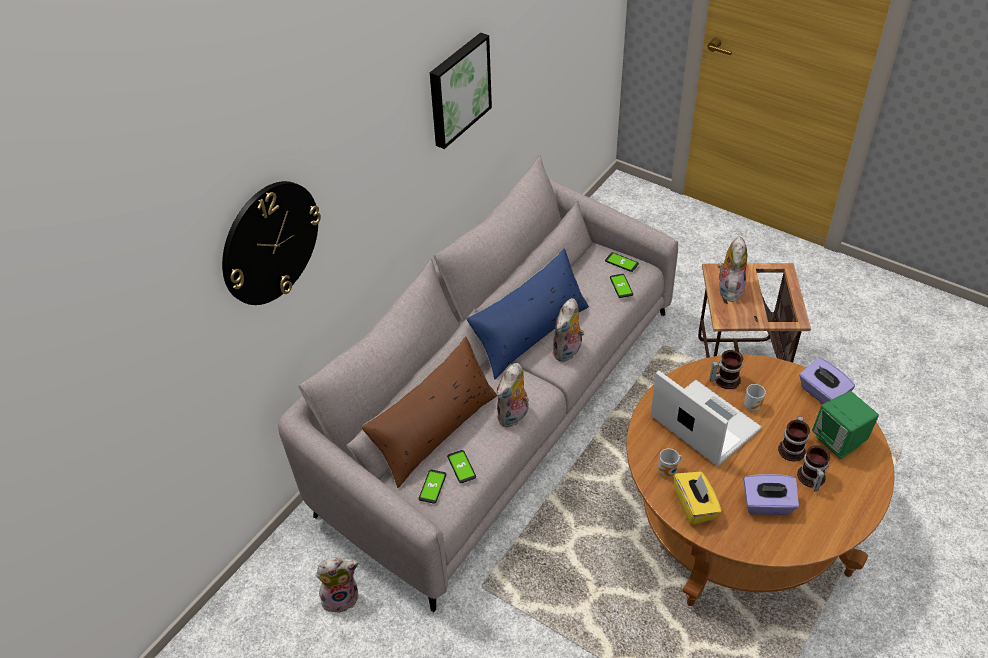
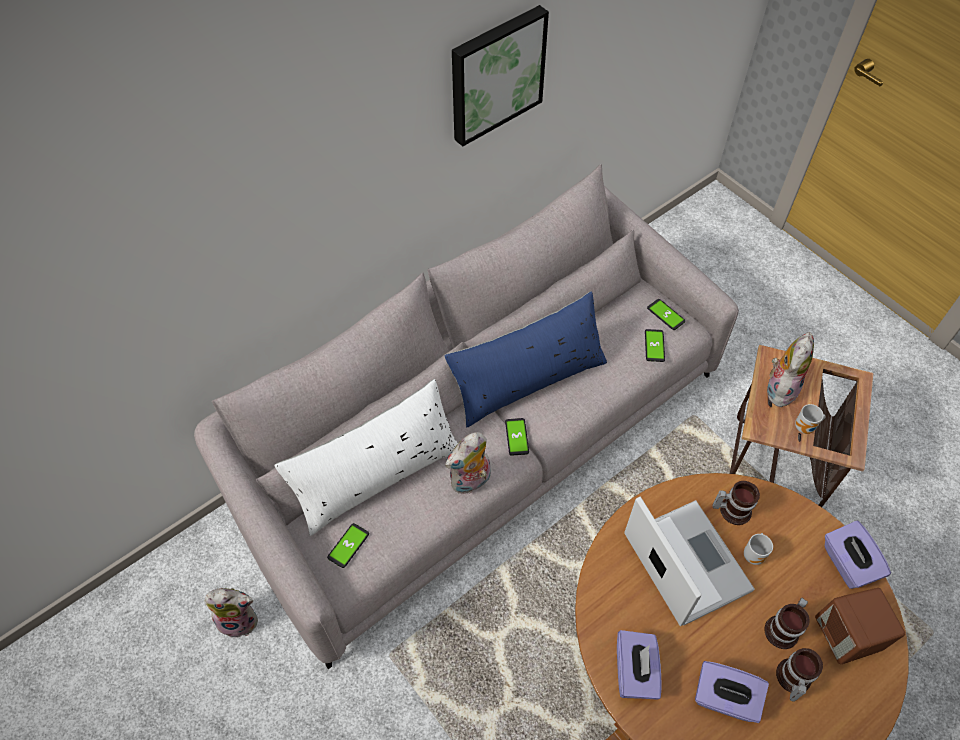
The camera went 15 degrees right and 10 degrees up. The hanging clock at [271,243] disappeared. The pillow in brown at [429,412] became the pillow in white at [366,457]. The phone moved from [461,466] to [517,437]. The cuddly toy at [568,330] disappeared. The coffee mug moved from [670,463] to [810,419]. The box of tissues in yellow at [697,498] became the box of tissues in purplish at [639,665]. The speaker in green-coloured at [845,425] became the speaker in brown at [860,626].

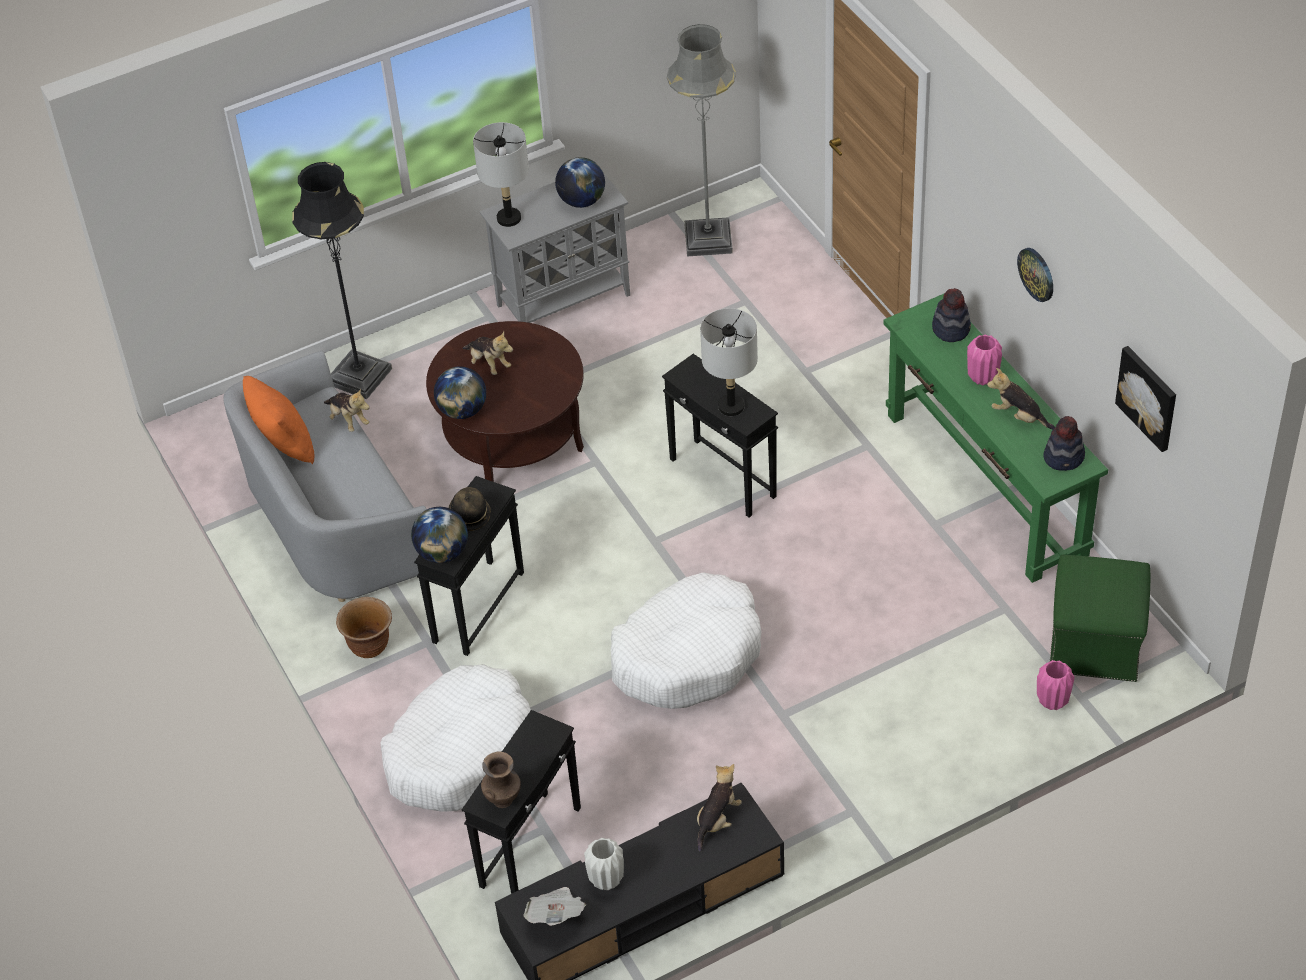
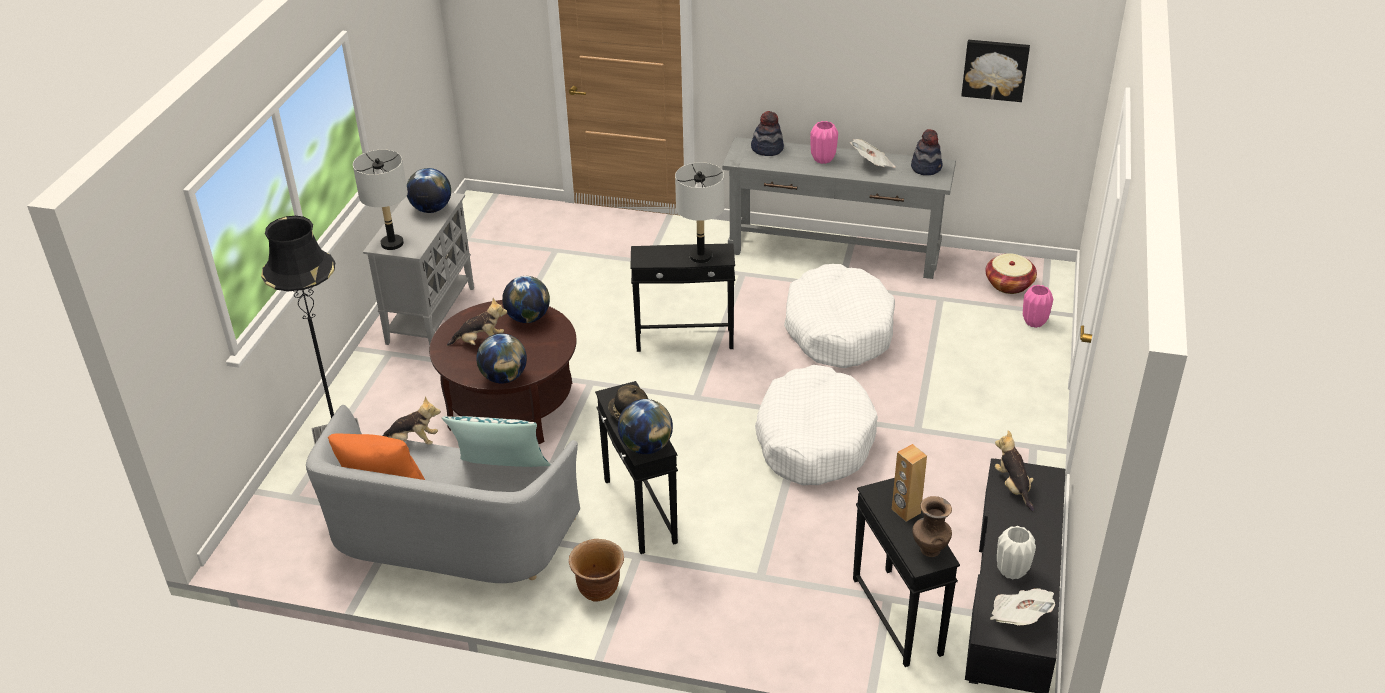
The camera went 50 degrees left and 10 degrees down. The pet bed in white moved from [456,738] to [839,316]. The standing lamp in gray at [701,140] disappeared. The console table in green-coloured at [995,438] became the console table in gray at [839,208]. The cuddly toy at [1021,398] was replaced by the printed paper at [873,153]. The hanging clock at [1035,275] disappeared. The footrest in green-coloured at [1100,618] was replaced by the household basket at [1011,273]. The pillow at [496,441] appeared. The world globe at [526,299] appeared. The speaker in brown at [909,483] appeared.

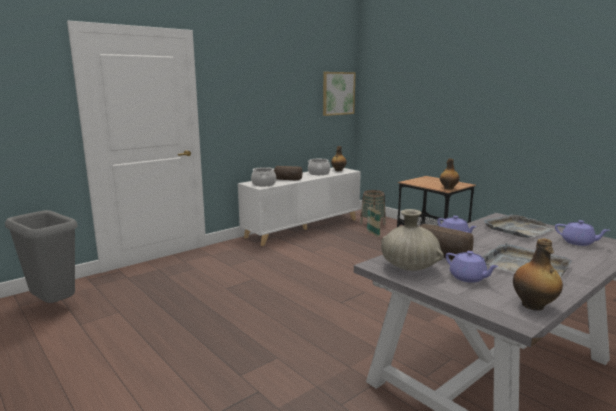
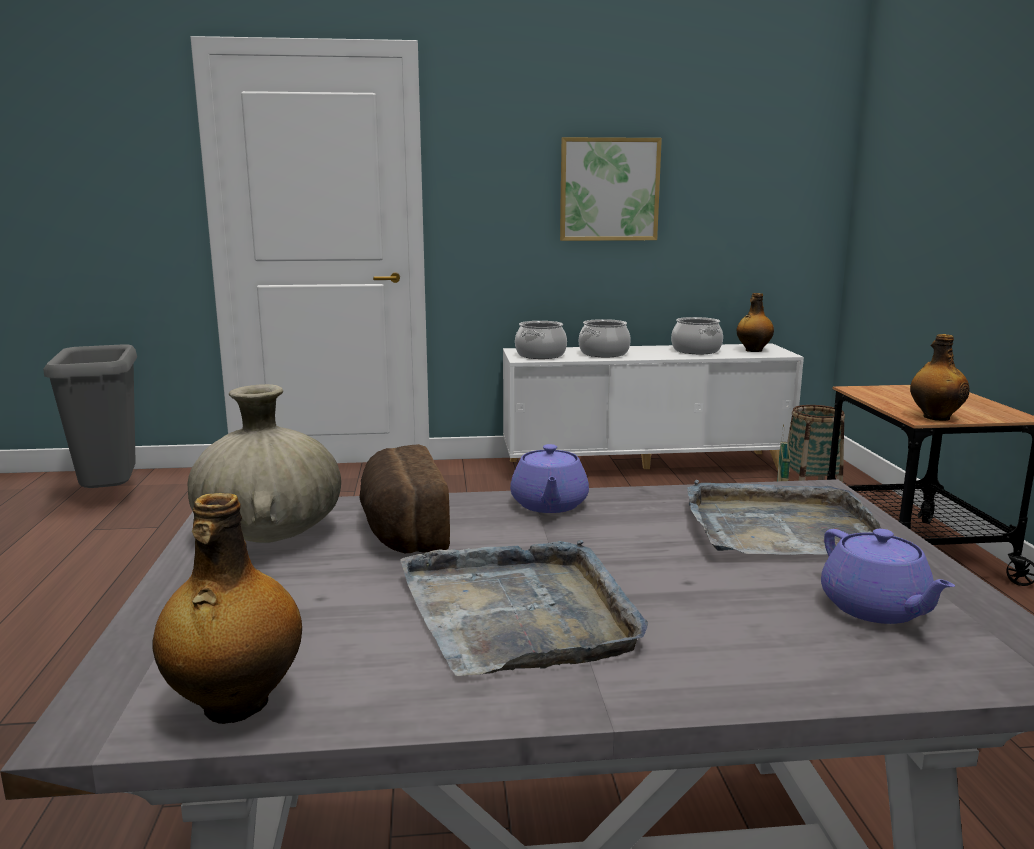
The camera went 35 degrees right and 0 degrees up. The bread at [288,173] was replaced by the cooking pot at [605,338]. The wall picture moved from [339,94] to [611,189]. The teapot in purplish at [472,267] disappeared.

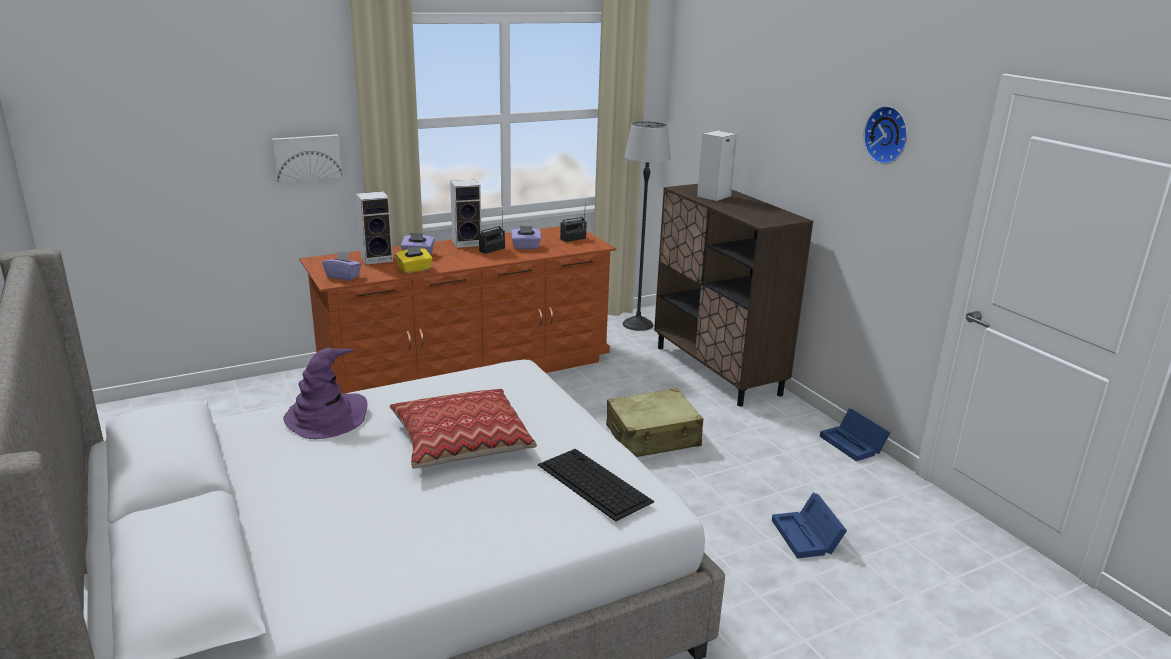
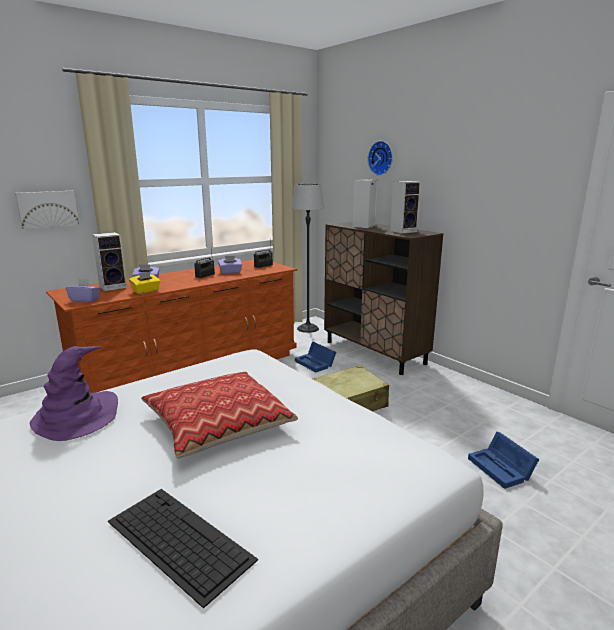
The camera went 10 degrees left and 5 degrees down. The speaker moved from [465,214] to [405,207]. The keyboard moved from [596,485] to [183,549]. The storage box in blue moved from [855,434] to [315,357]. The hanging clock moved from [885,135] to [380,158].

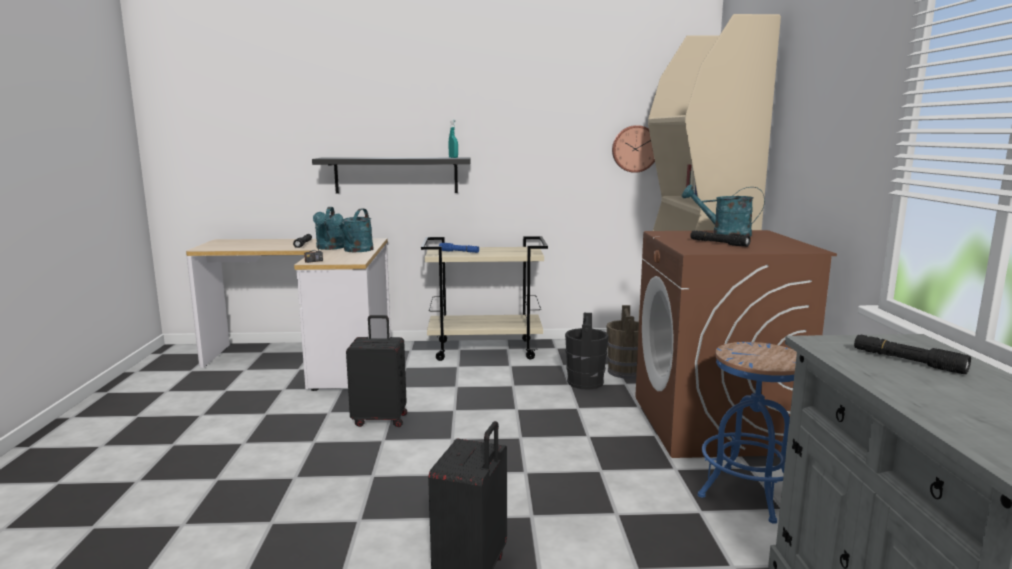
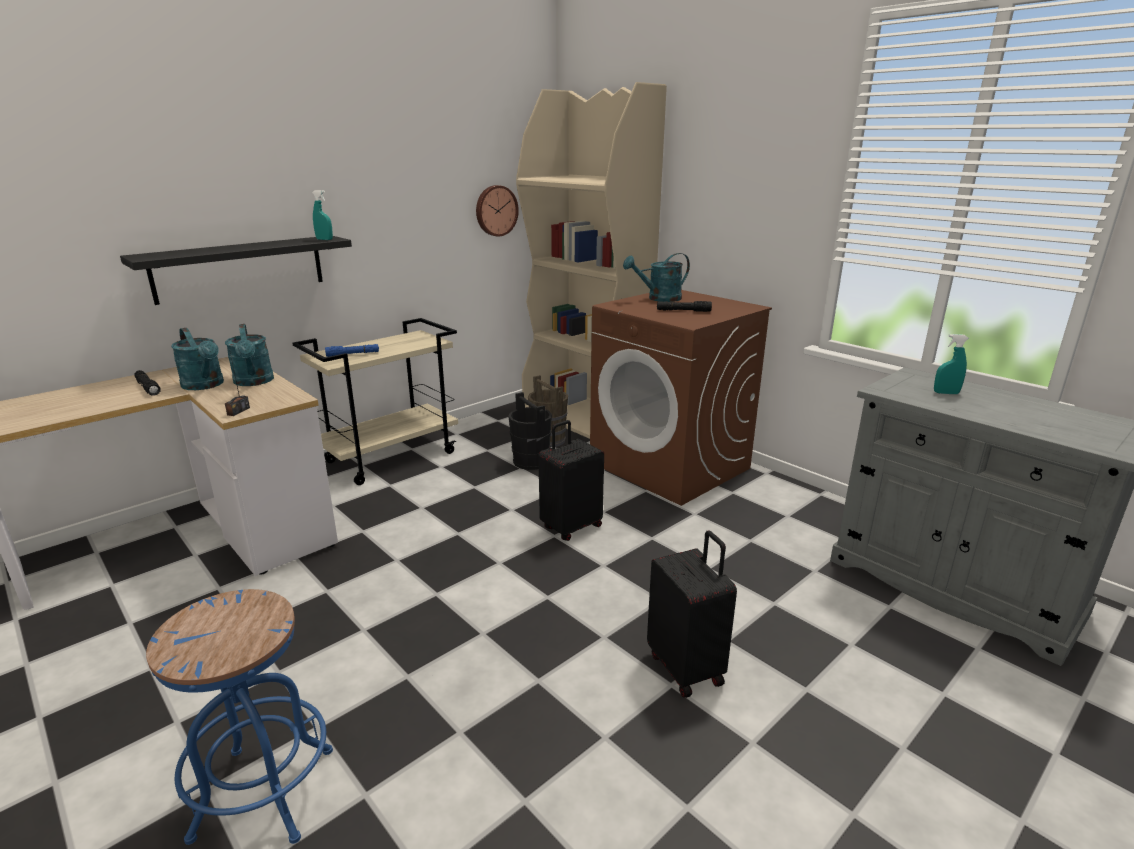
The camera went 40 degrees left and 10 degrees up. The suitcase in black moved from [376,371] to [571,480]. The sitting stool in blue moved from [747,433] to [239,717]. The flashlight in black at [912,354] was replaced by the spray bottle in turquoise-coloured at [951,364].

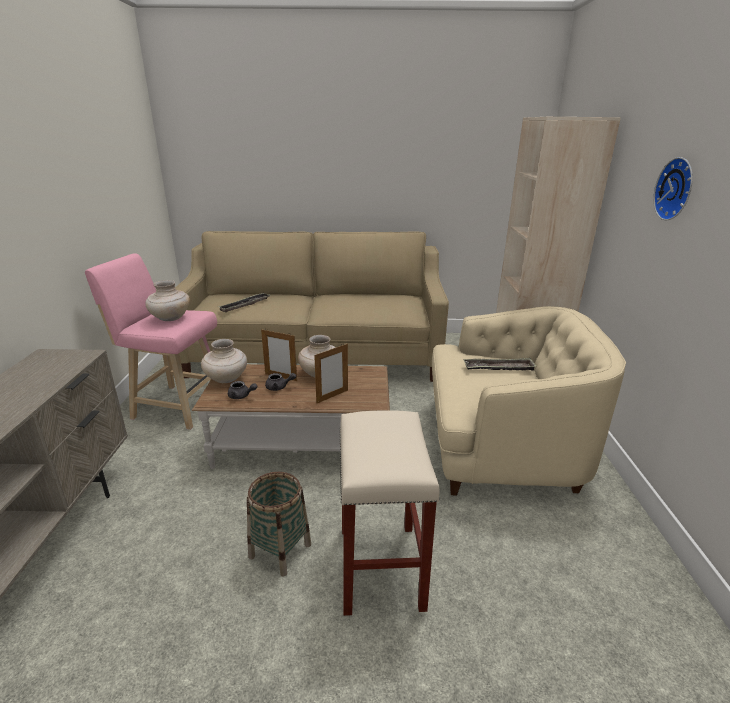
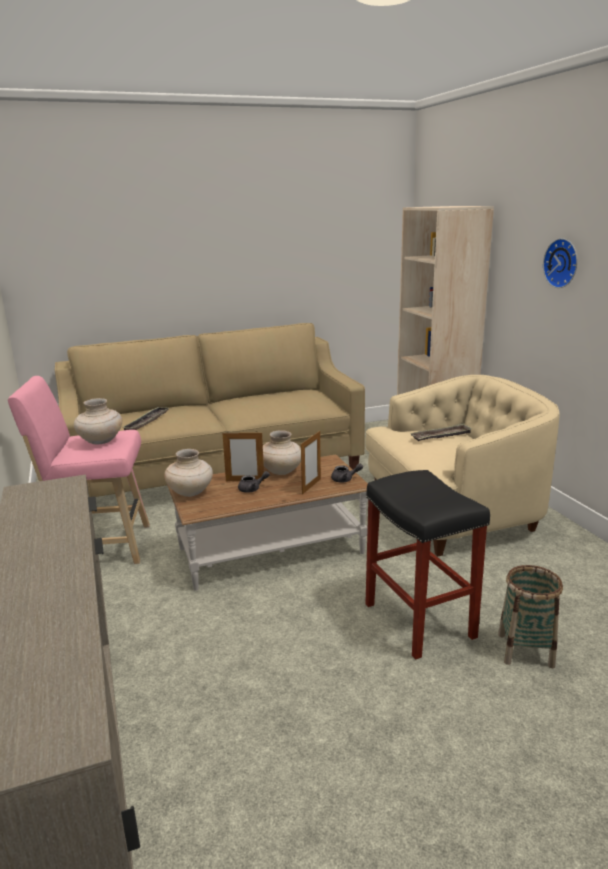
The camera went 20 degrees left and 5 degrees down. The teapot in gray moved from [242,390] to [347,473]. The household basket moved from [279,524] to [530,617]. The sitting stool in sand-coloured at [390,513] became the sitting stool in black at [427,565].

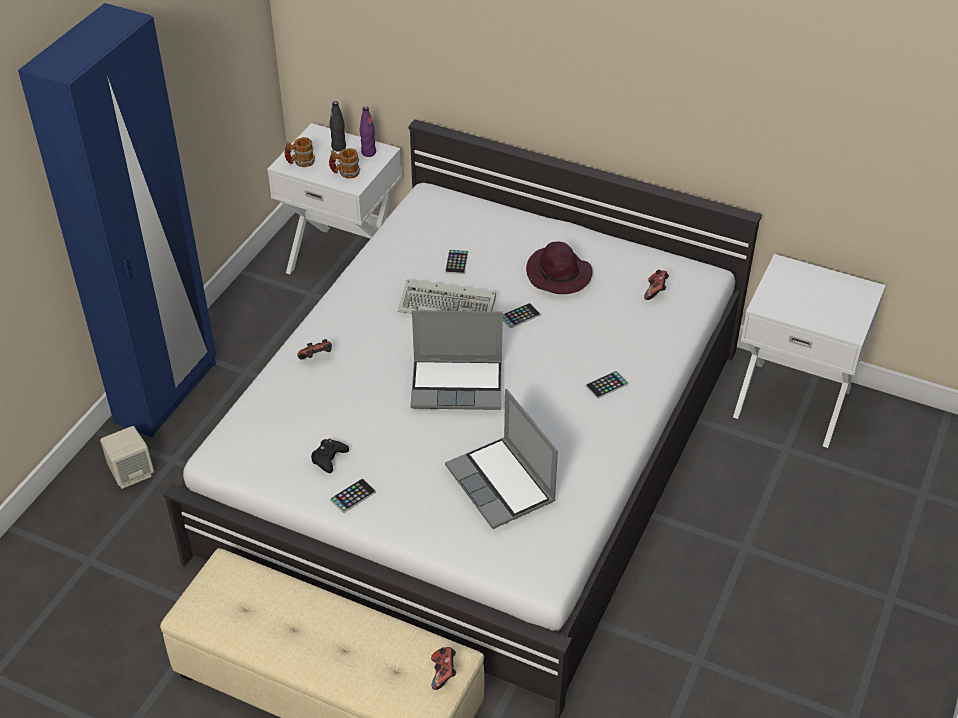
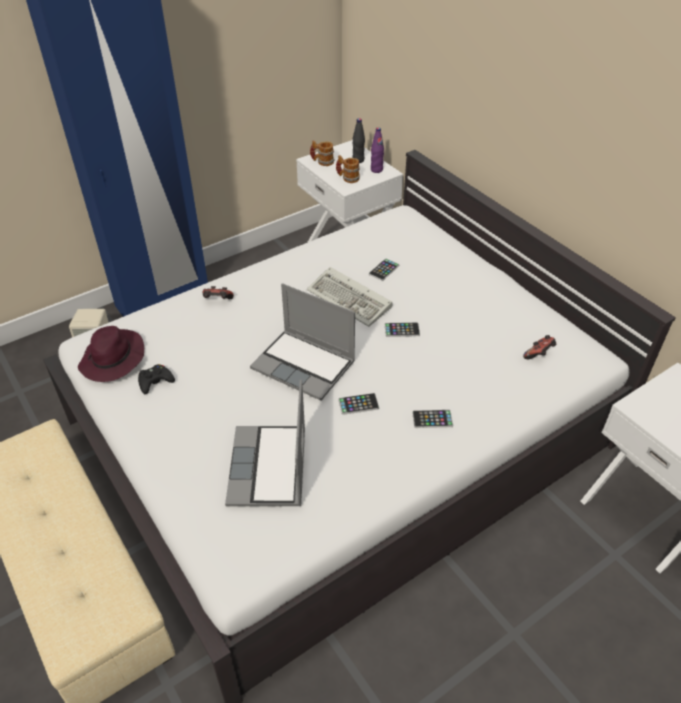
The camera went 30 degrees right and 0 degrees up. The phone moved from [353,495] to [358,404]. The gamepad at [444,668] disappeared. The hat in purplish moved from [559,268] to [111,354].

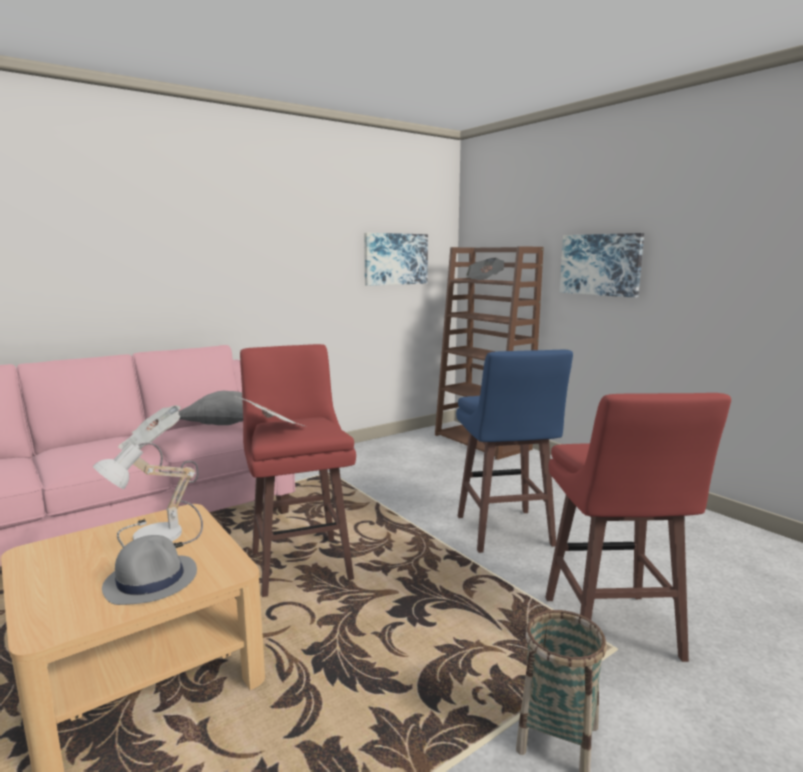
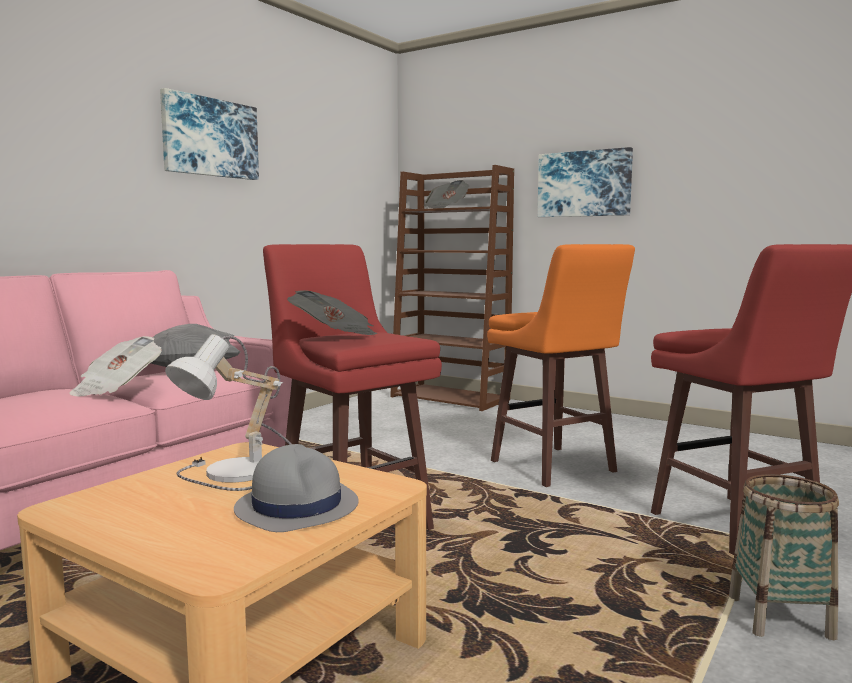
The camera went 20 degrees left and 5 degrees down. The wall picture moved from [396,259] to [209,134]. The sitting stool in blue at [514,451] became the sitting stool in orange at [561,365].

